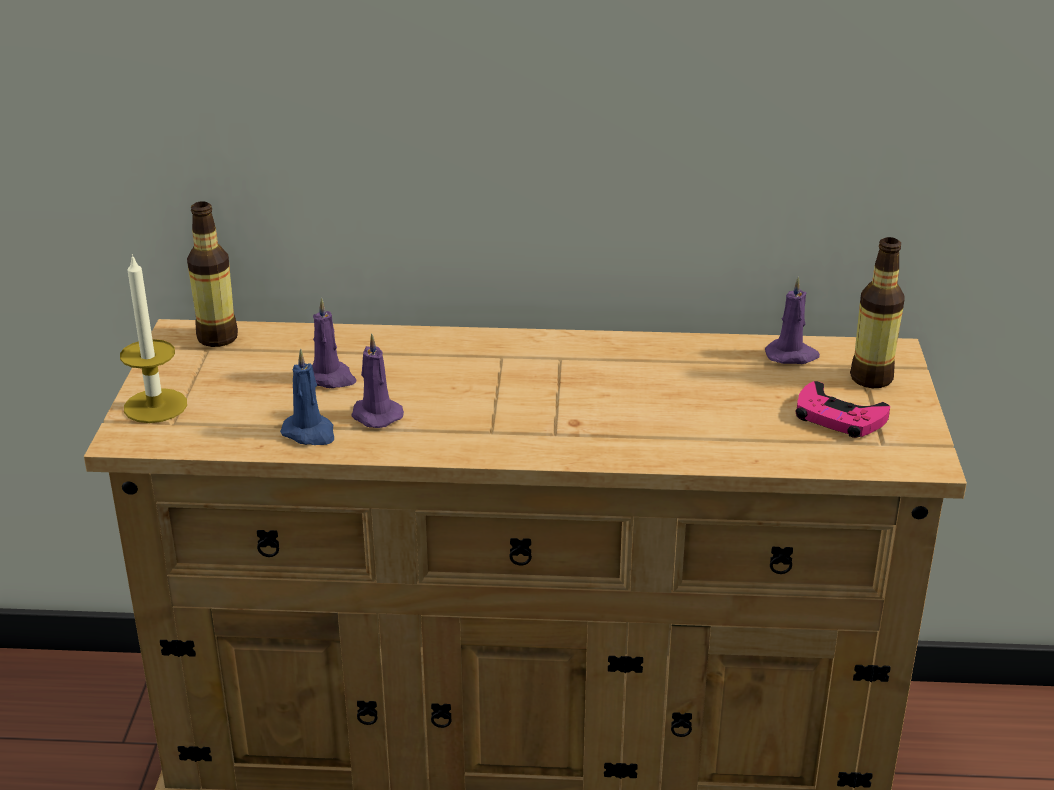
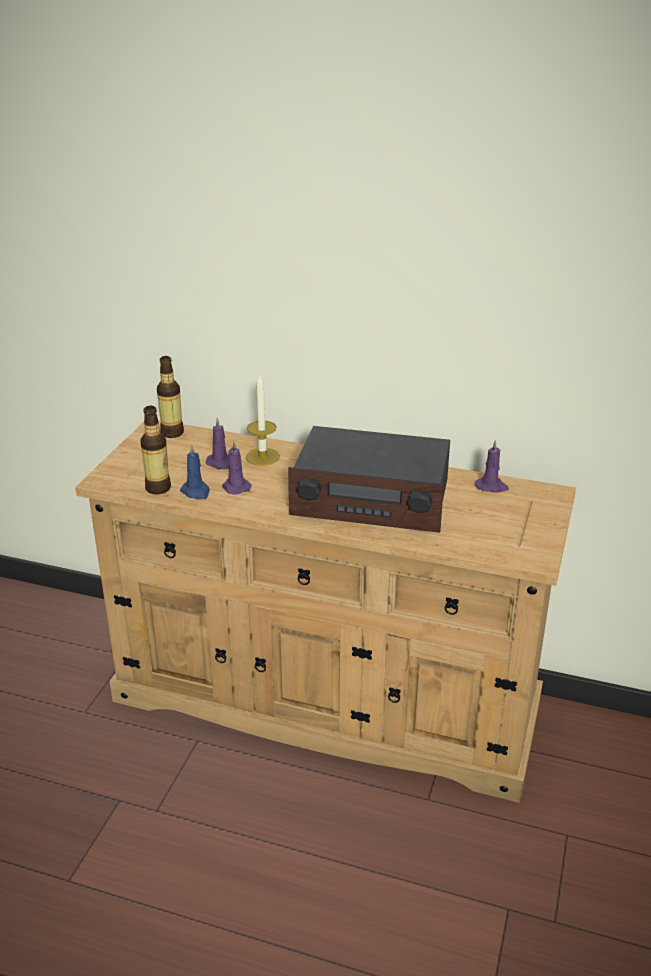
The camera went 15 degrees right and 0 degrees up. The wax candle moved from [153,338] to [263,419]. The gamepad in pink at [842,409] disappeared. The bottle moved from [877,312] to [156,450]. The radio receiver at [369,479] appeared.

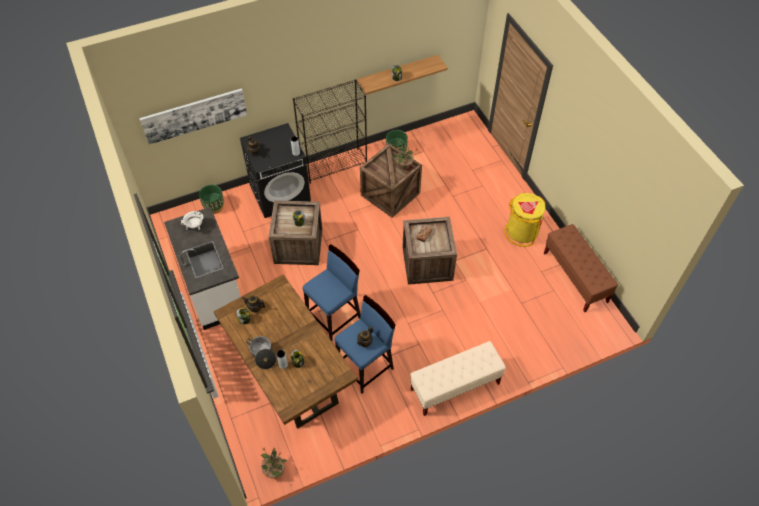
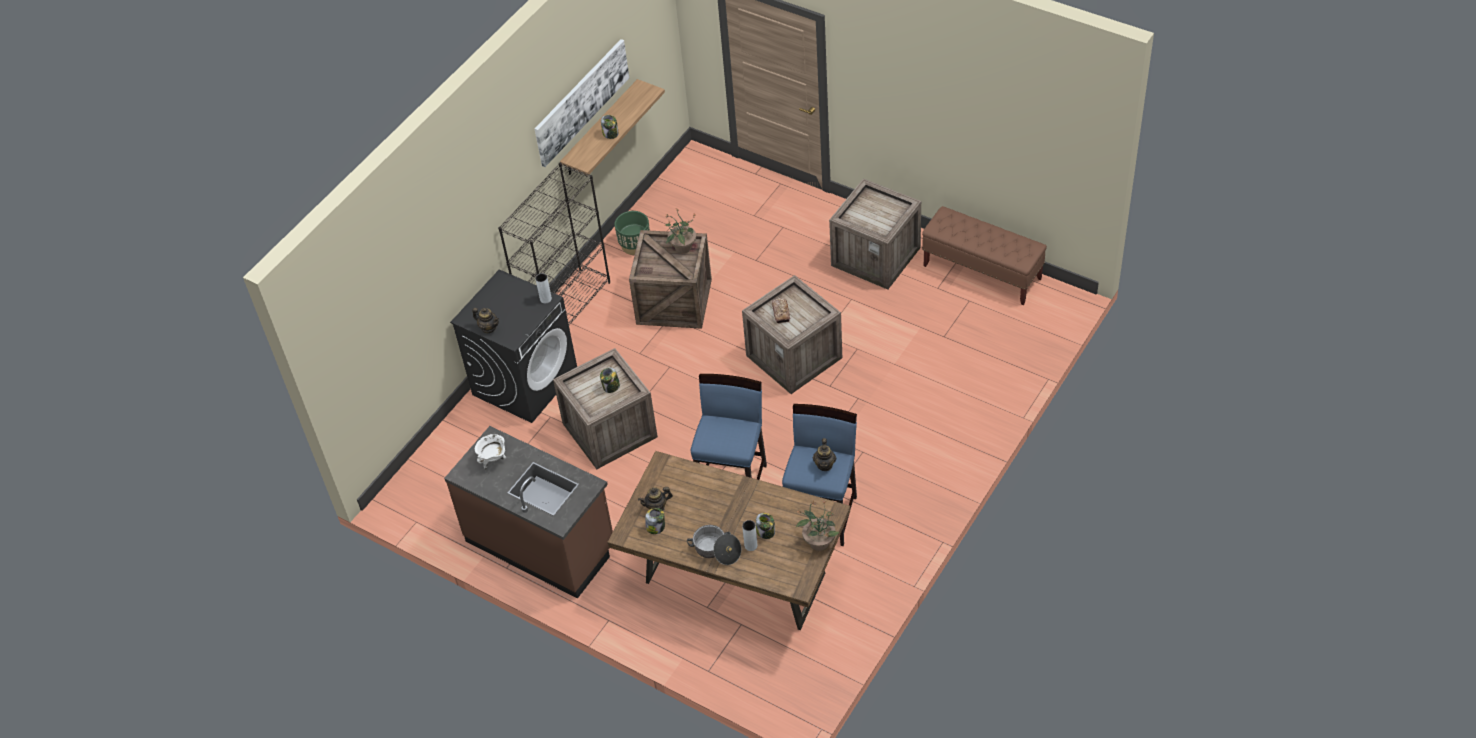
The camera went 30 degrees left and 5 degrees down. The wall picture moved from [193,116] to [582,103]. The kitchen base unit in white at [202,268] became the kitchen base unit in brown at [528,512]. The flower pot in green-coloured at [211,199] disappeared. The houseplant moved from [274,462] to [817,525]. The bench in sand-coloured at [458,378] disappeared. The trash can in yellow at [525,220] was replaced by the crate at [875,234].

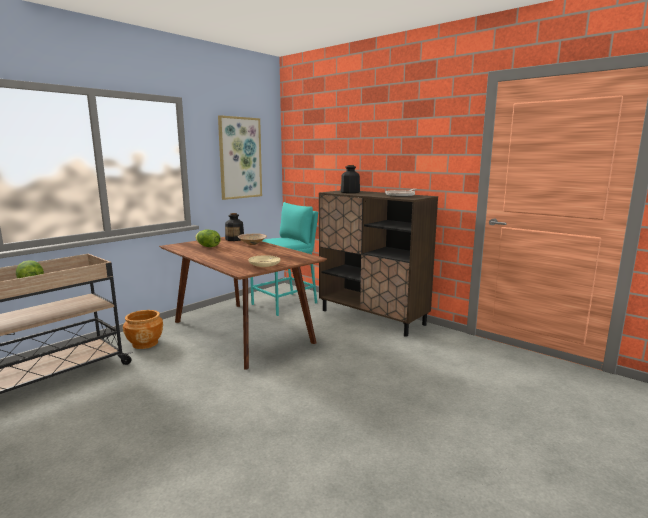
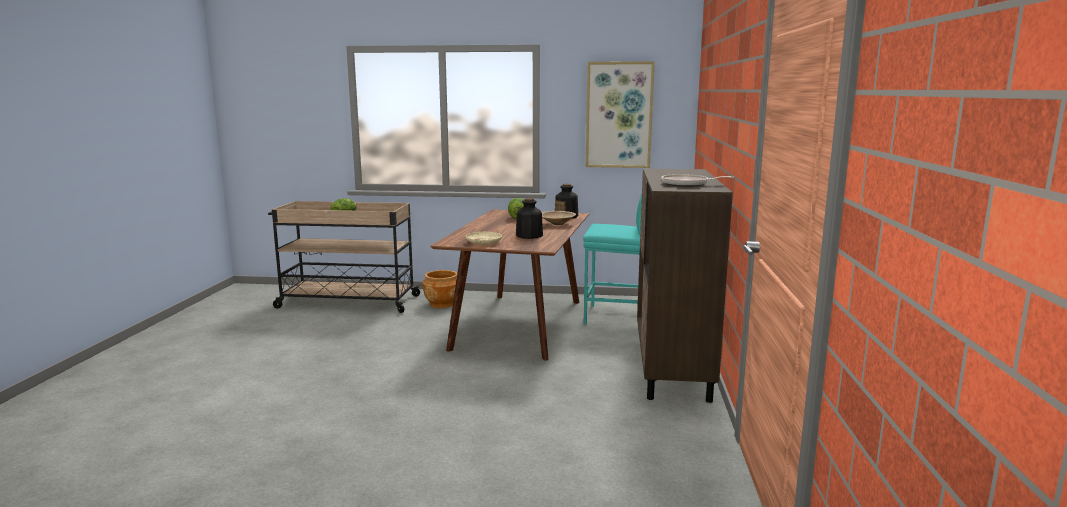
The camera went 55 degrees right and 0 degrees up. The bottle moved from [350,179] to [529,218].

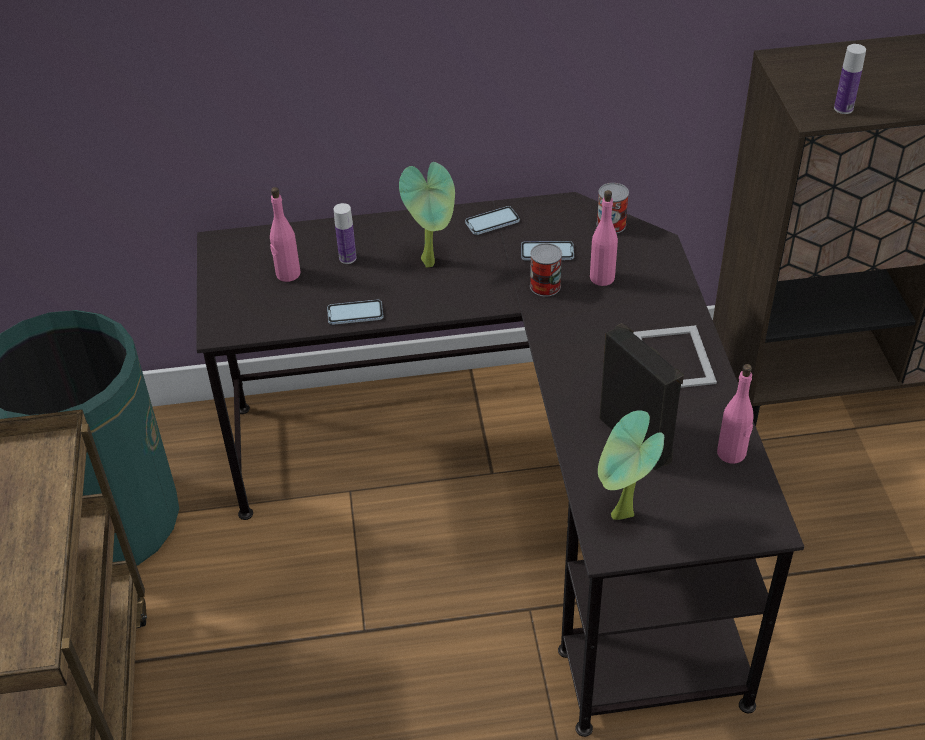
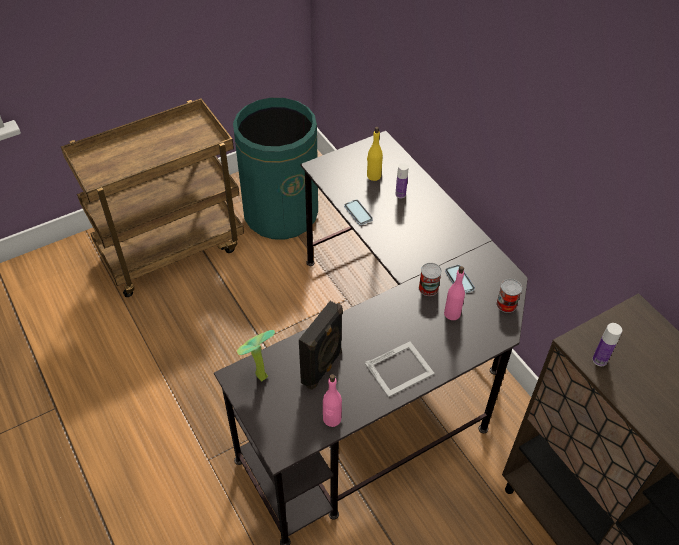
The camera went 65 degrees right and 5 degrees up. The bottle in pink at [285,234] became the bottle in yellow at [375,154]. The houseplant at [427,215] disappeared. The phone at [492,220] disappeared.

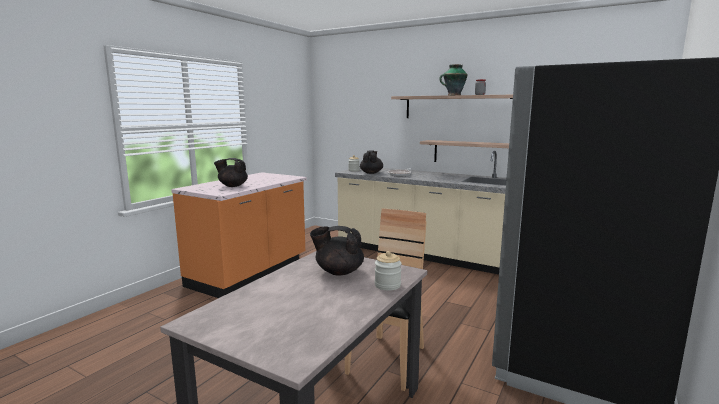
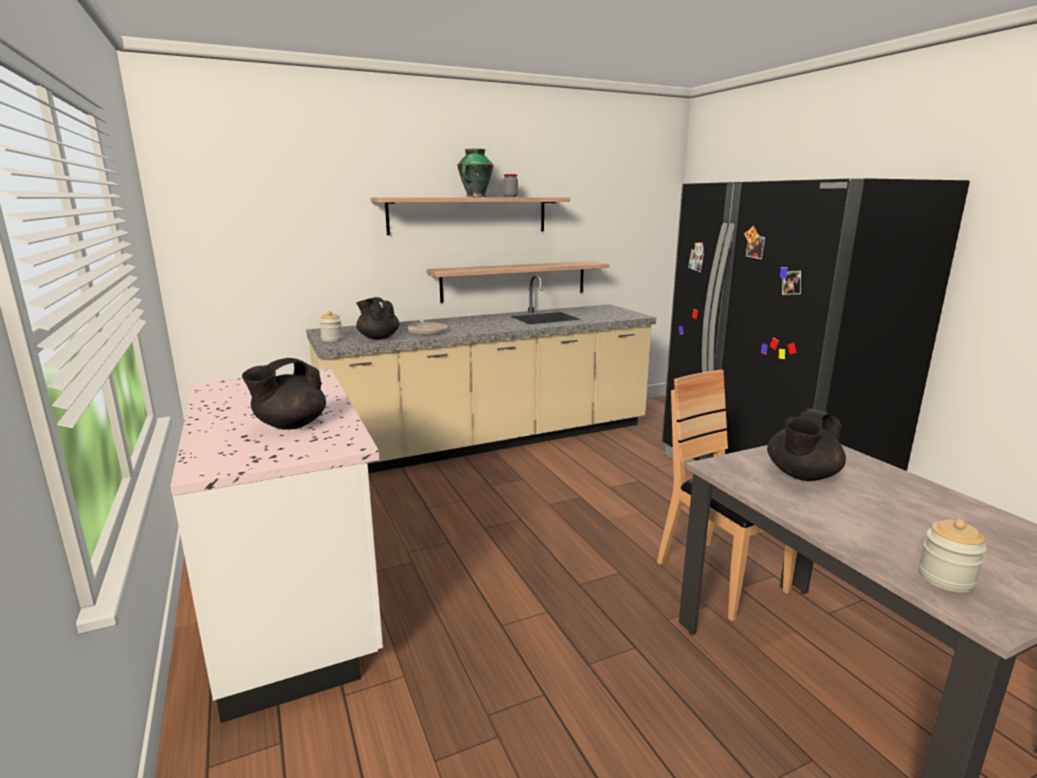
The camera went 55 degrees left and 5 degrees up. The kitchen base unit in orange at [239,235] became the kitchen base unit in white at [277,546]. The storage jar moved from [388,271] to [952,556].

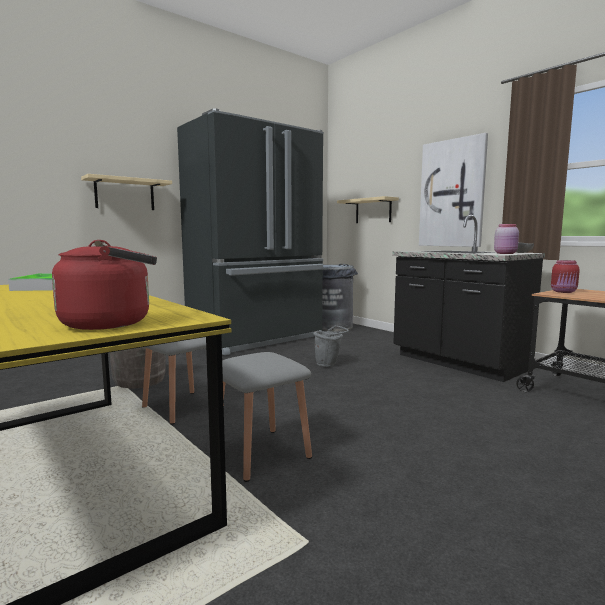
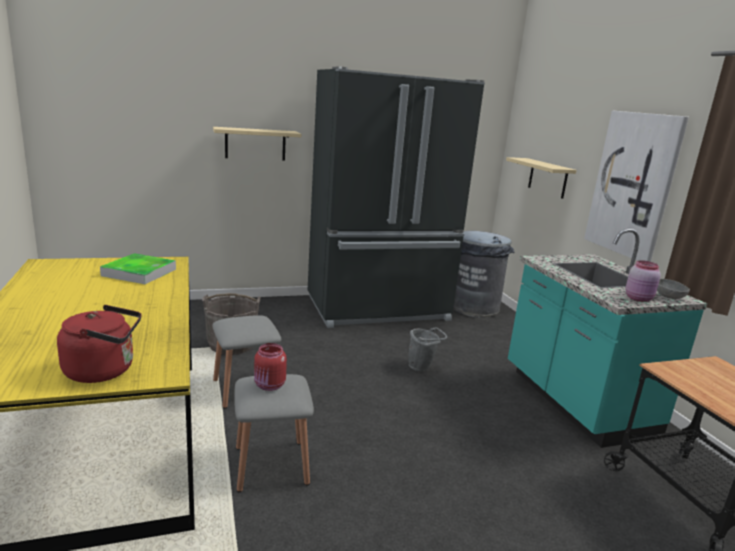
The camera went 20 degrees right and 10 degrees up. The kitchen base unit in black at [468,298] became the kitchen base unit in turquoise-coloured at [607,338]. The storage jar in red-coloured moved from [565,276] to [270,367].

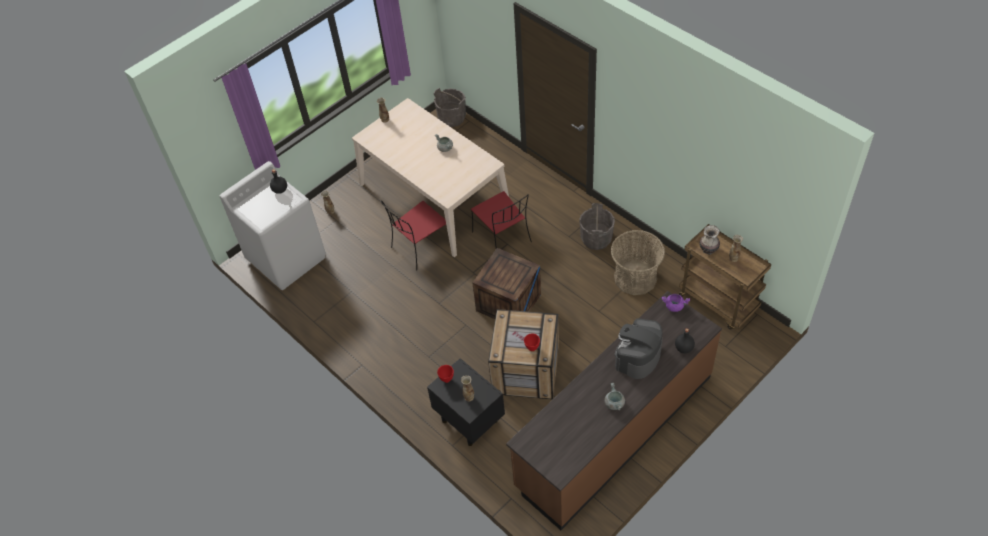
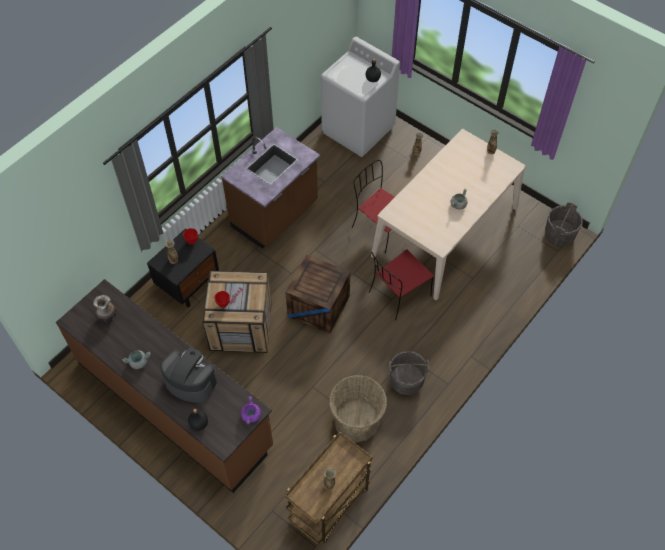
The camera went 80 degrees right and 5 degrees up. The vase moved from [710,240] to [105,309]. The kitchen base unit in brown at [270,187] appeared.

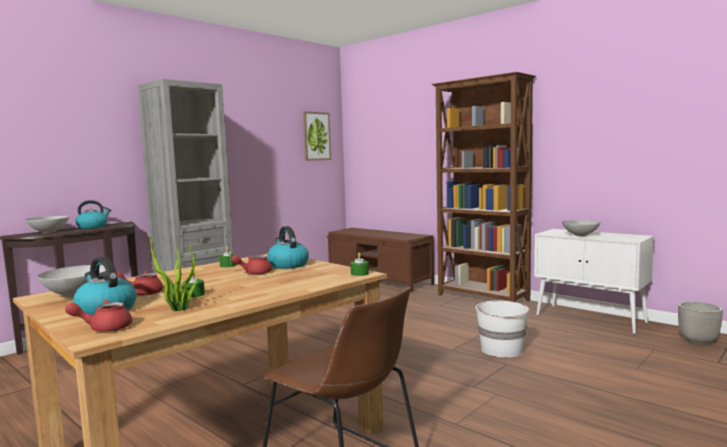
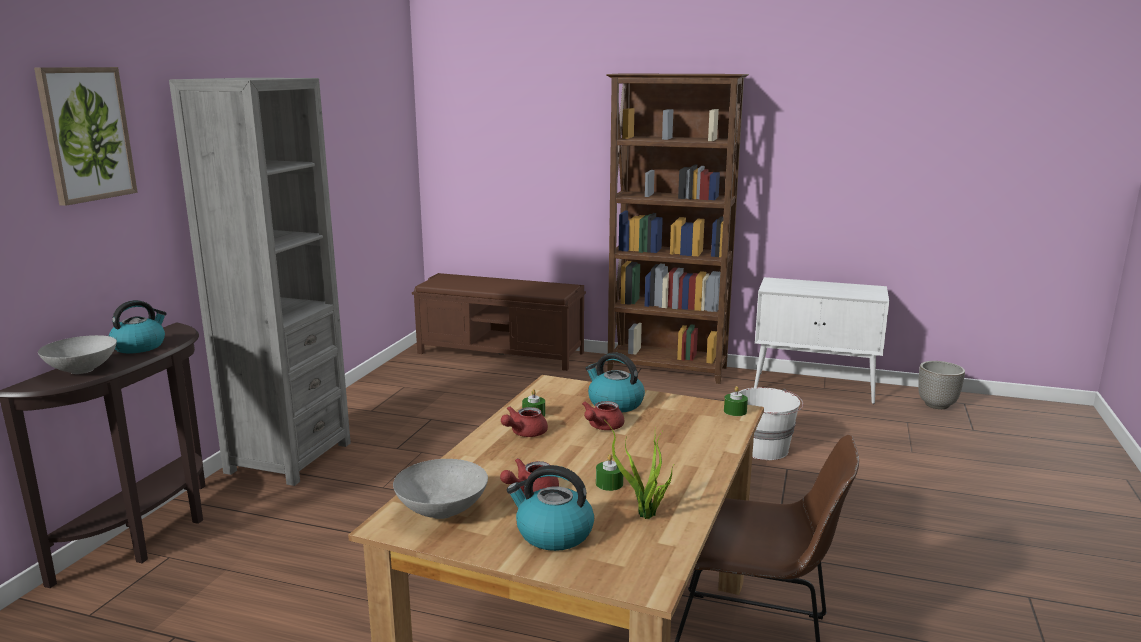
The camera went 25 degrees left and 10 degrees up. The teapot in red-coloured moved from [98,316] to [524,421]. The wall picture moved from [317,136] to [86,136]. The bowl in gray at [581,228] disappeared.

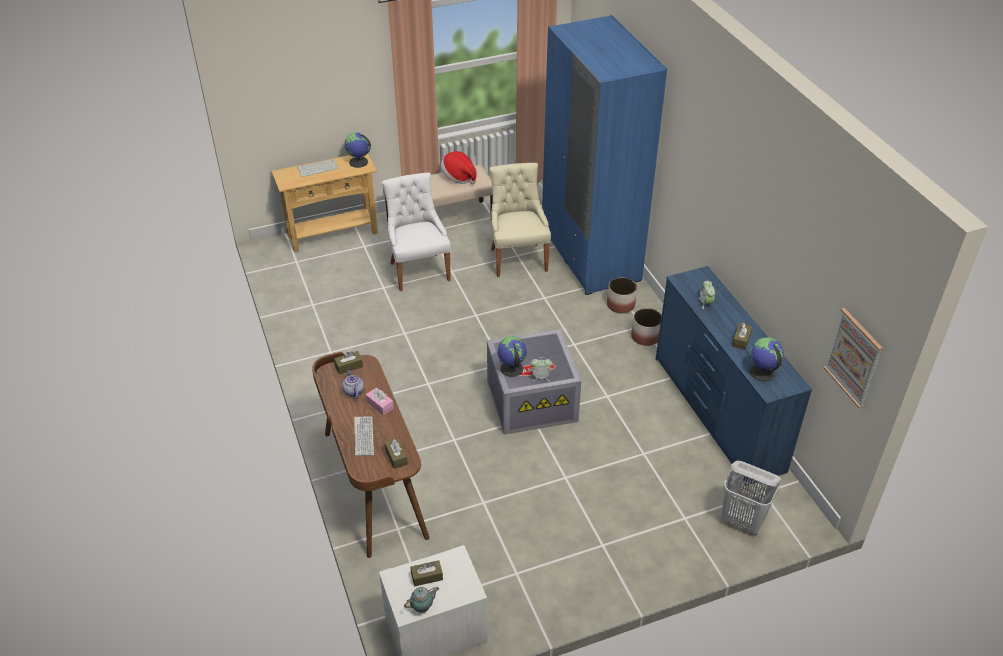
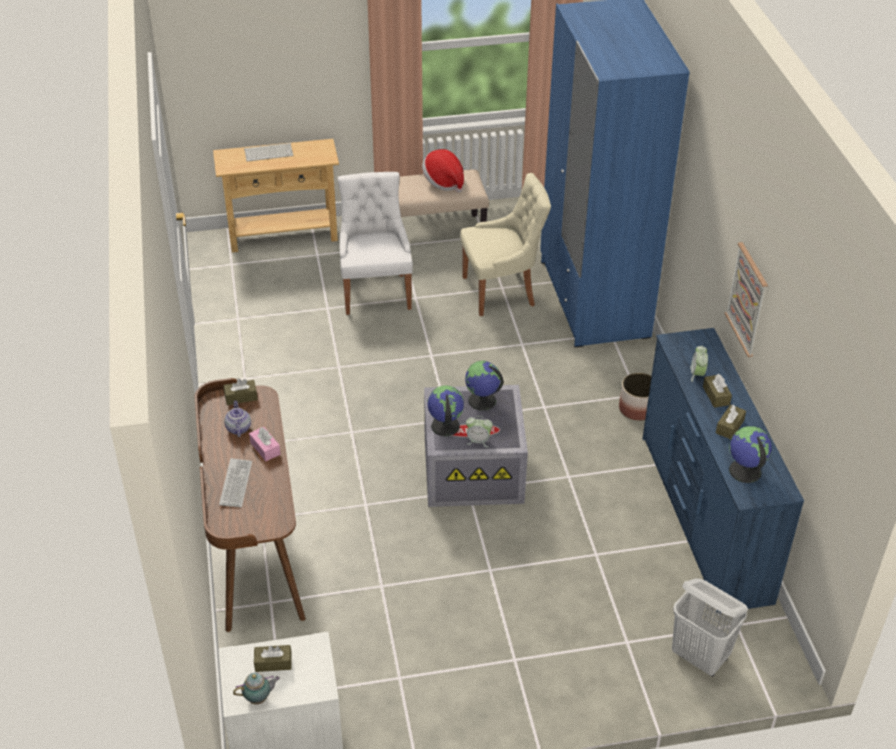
The camera went 10 degrees right and 0 degrees up. The world globe moved from [358,150] to [484,386]. The box of tissues in brown moved from [396,453] to [717,391]. The plain chair in sand-coloured at [520,220] turned 75 degrees clockwise. The flower pot at [622,295] disappeared. The wall picture moved from [853,358] to [746,299].

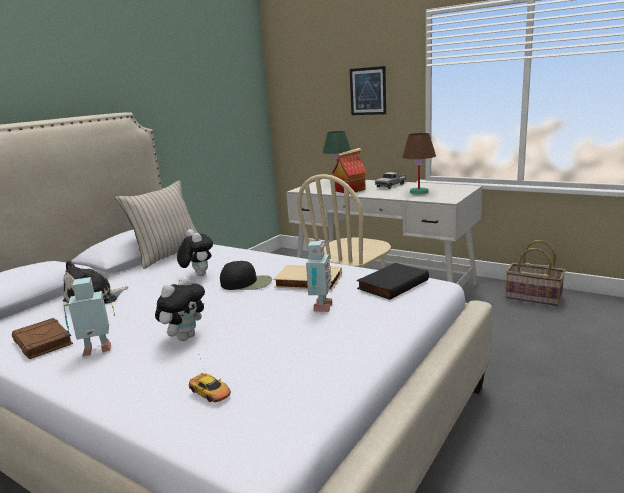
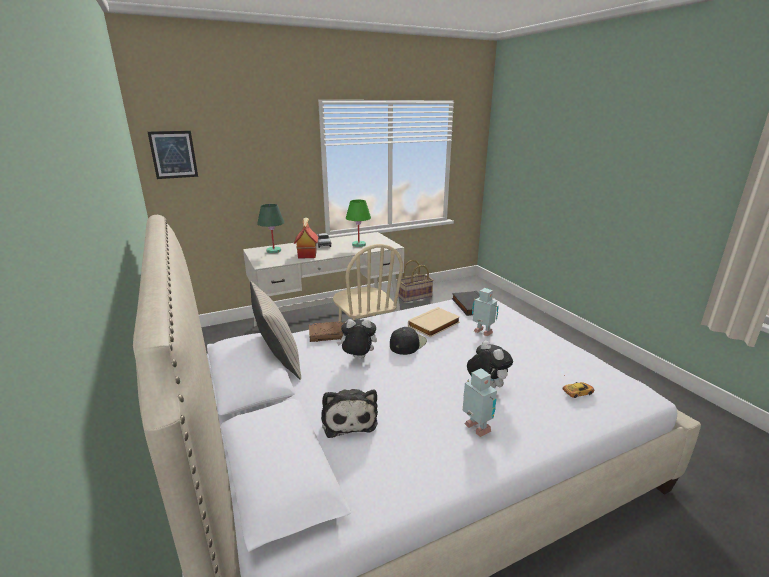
The camera went 60 degrees left and 5 degrees up. The book in brown moved from [42,338] to [327,331]. The toy robot at [89,316] turned 135 degrees clockwise. The wall picture moved from [368,90] to [173,155]. The table lamp in brown at [419,163] became the table lamp in green-coloured at [358,223].

